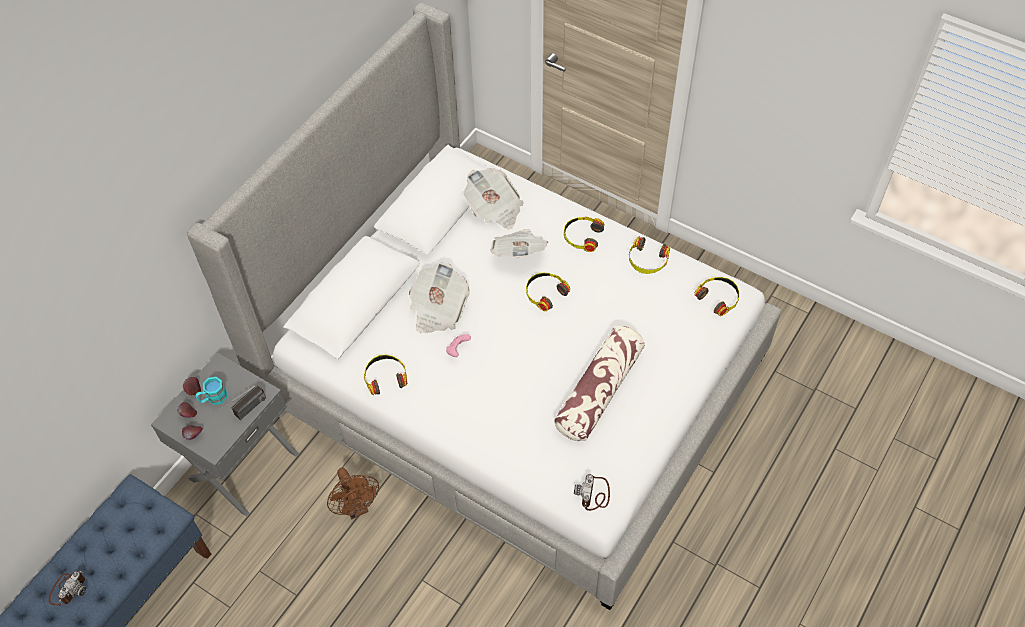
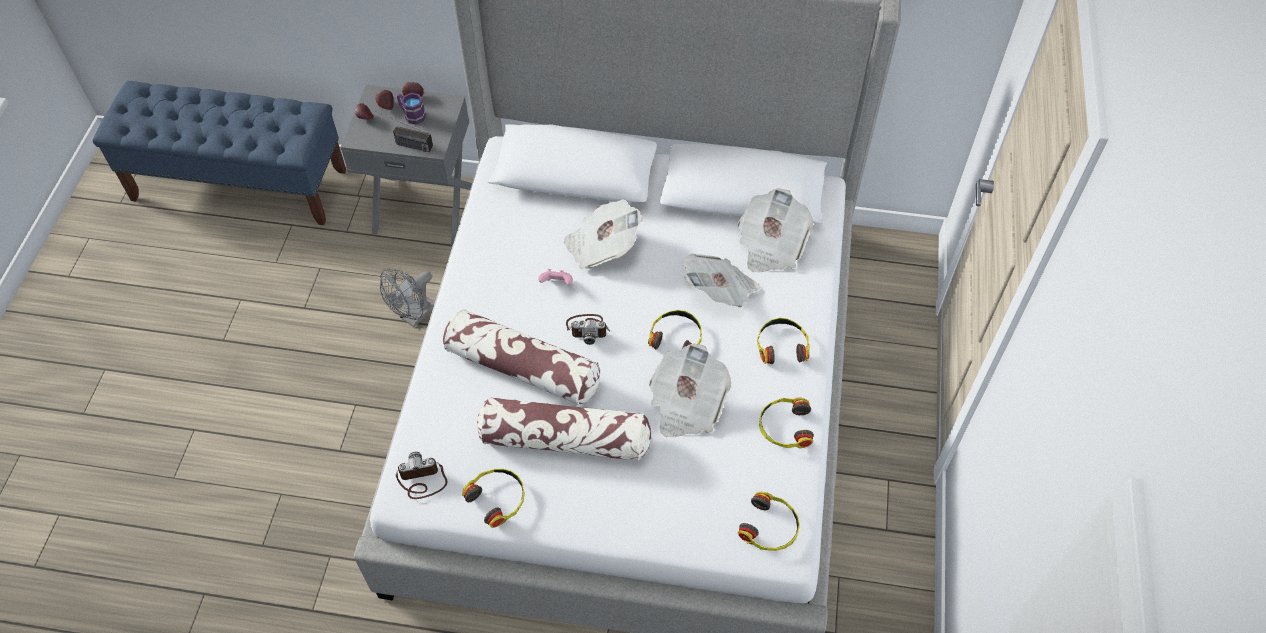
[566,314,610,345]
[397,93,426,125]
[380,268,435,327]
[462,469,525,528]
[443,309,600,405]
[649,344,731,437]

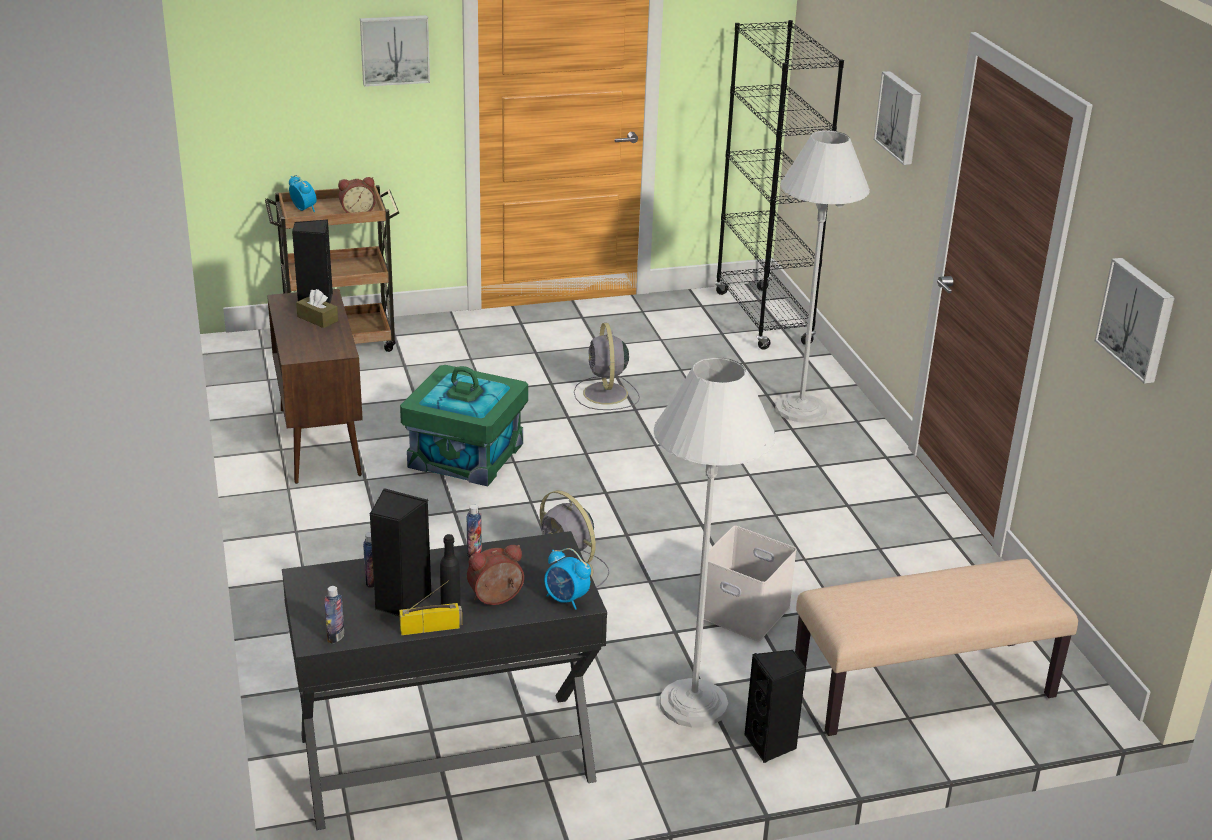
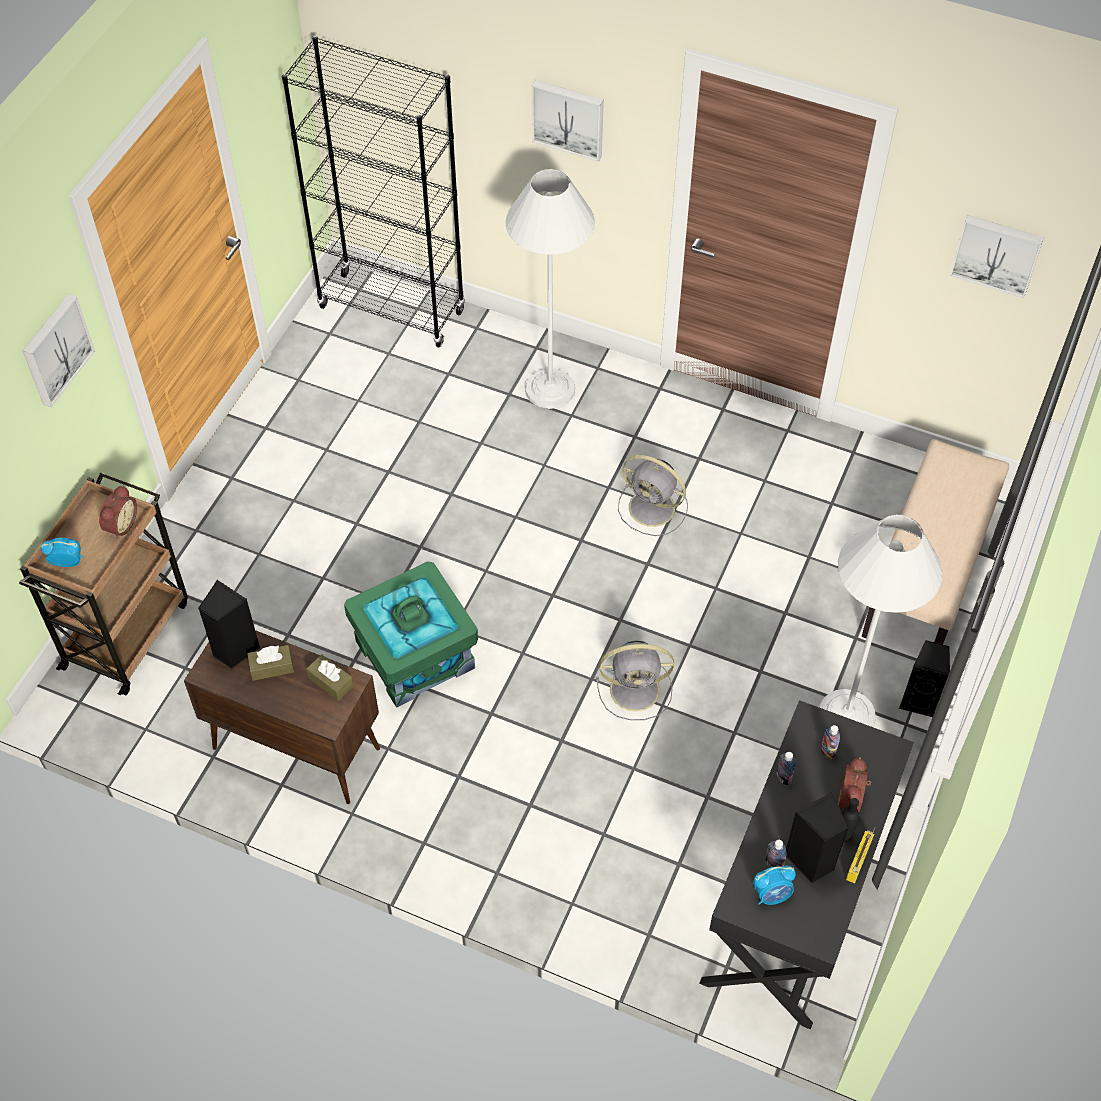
[821,725,840,759]
[753,865,796,905]
[618,455,688,536]
[701,526,797,641] (first image)
[306,654,354,701]

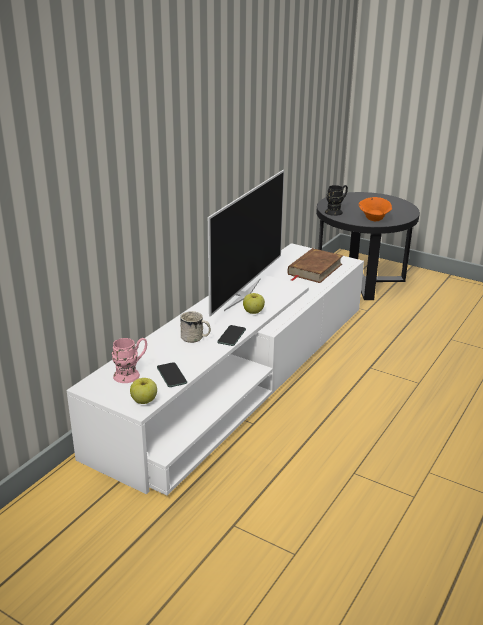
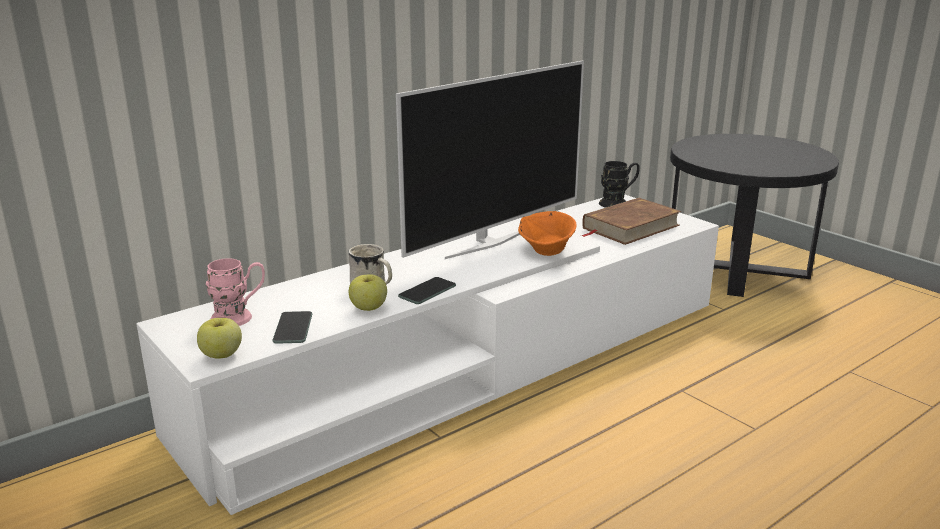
[349,274,387,311]
[599,161,640,208]
[518,211,577,256]

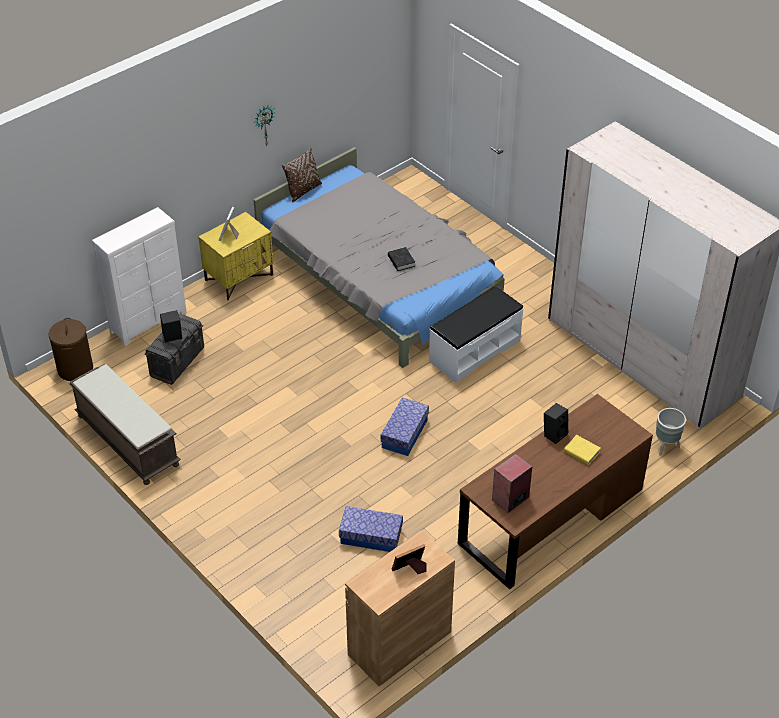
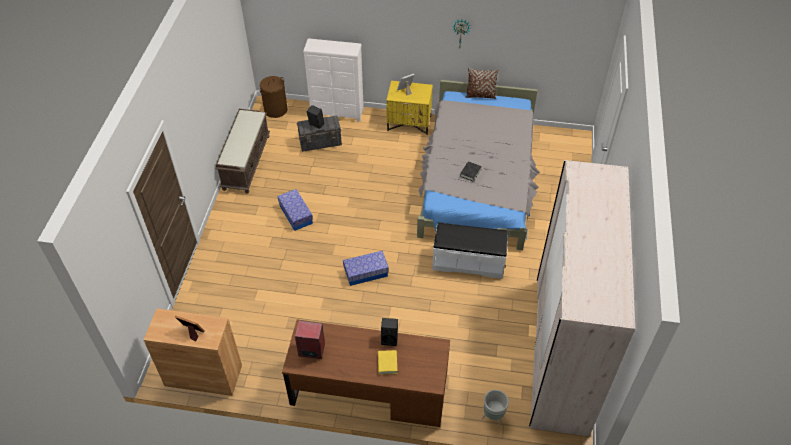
[277,189,313,231]

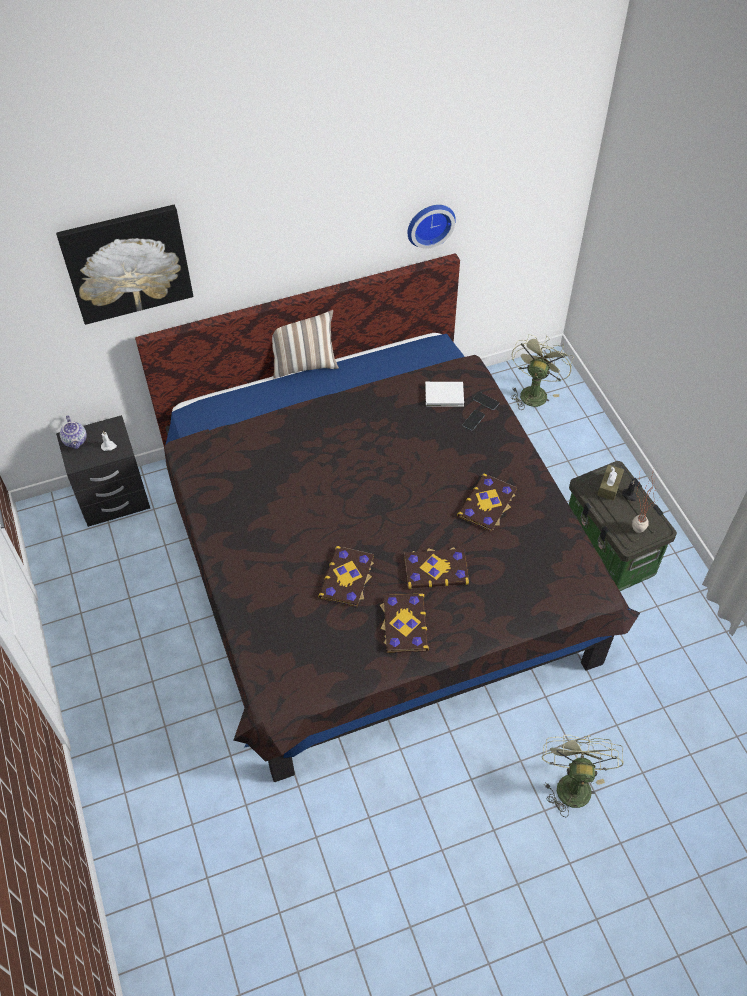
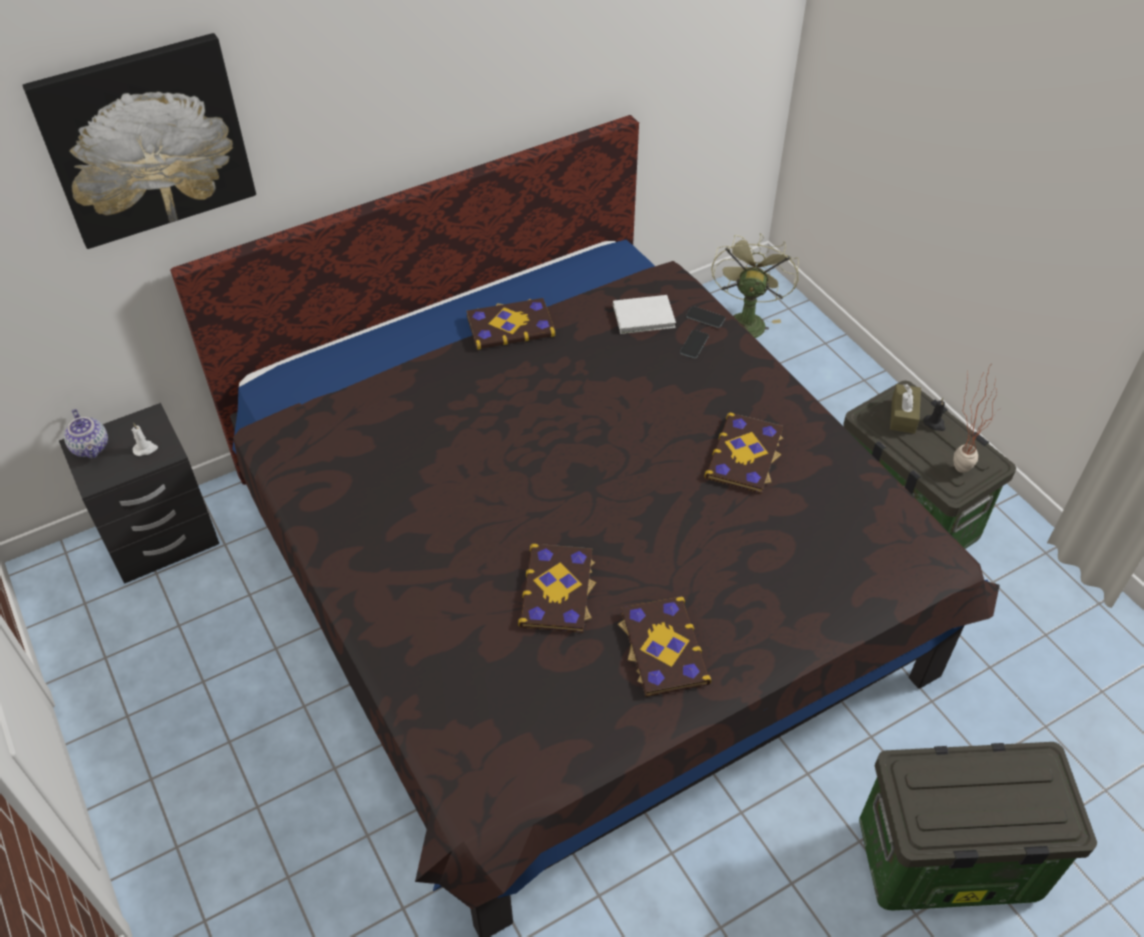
[272,310,339,379] (first image)
[466,298,555,350]
[407,205,456,249] (first image)
[859,742,1097,910]

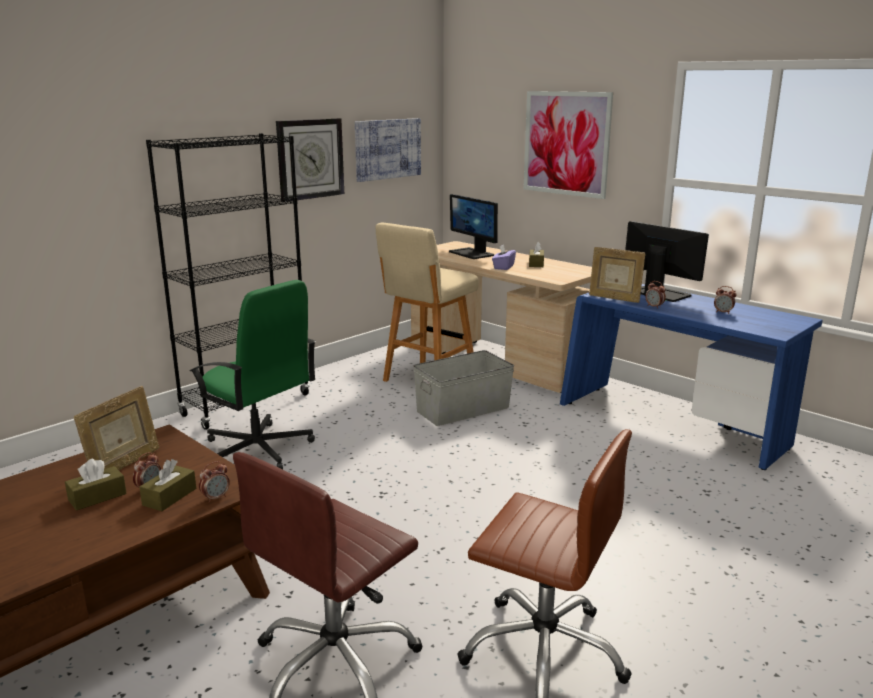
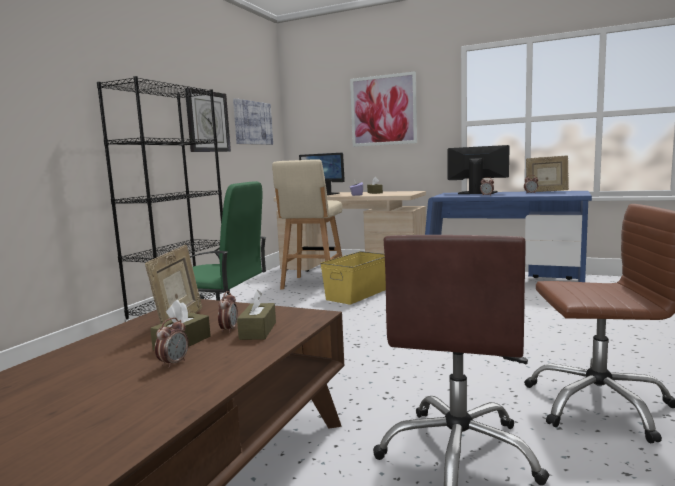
[155,318,189,368]
[320,251,386,305]
[526,156,569,192]

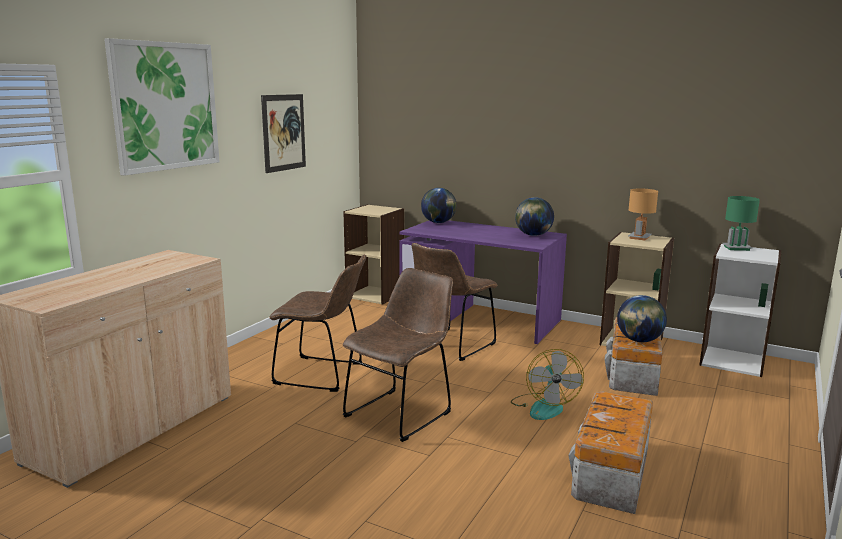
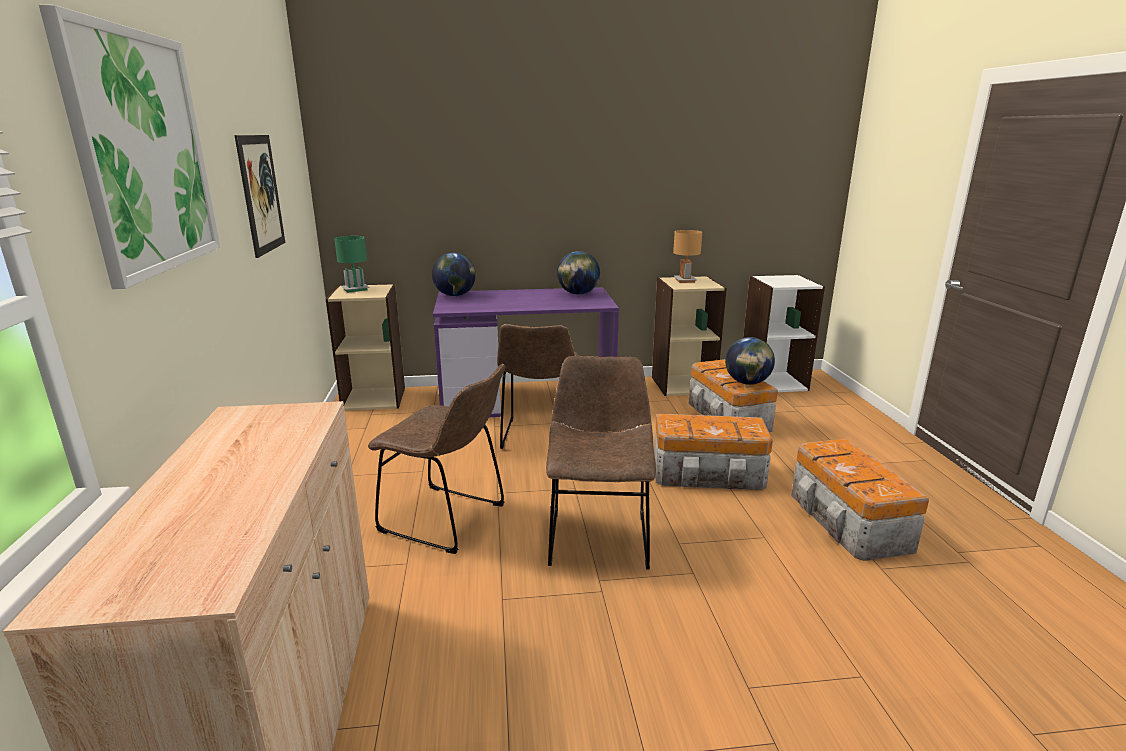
[368,364,505,554]
[654,414,773,490]
[334,236,369,292]

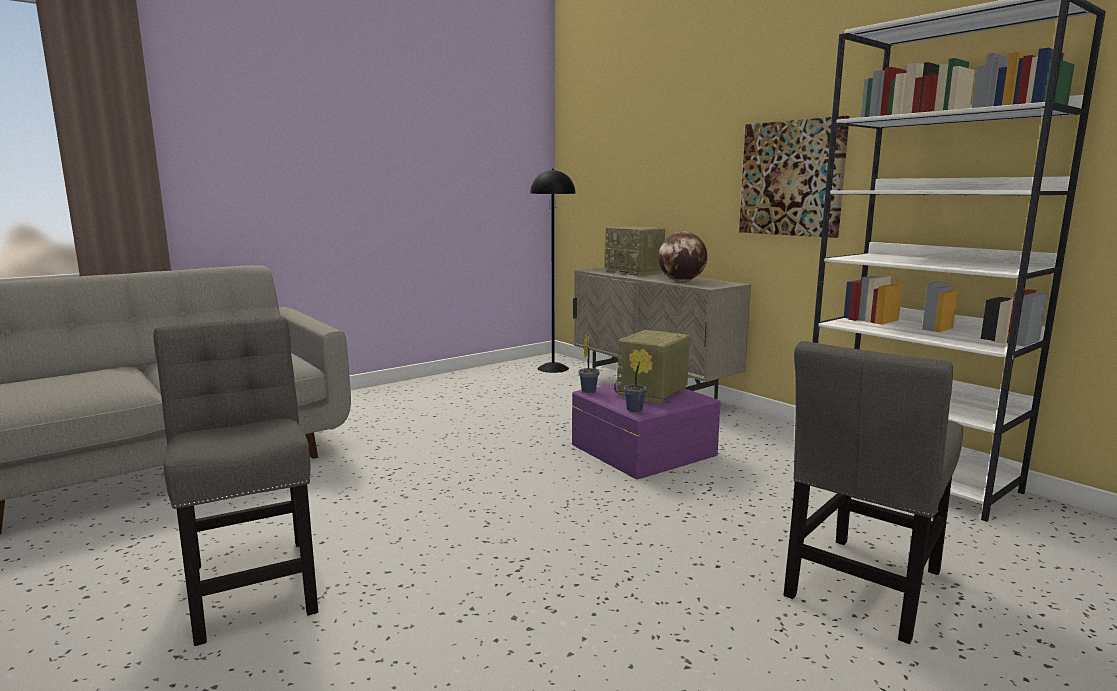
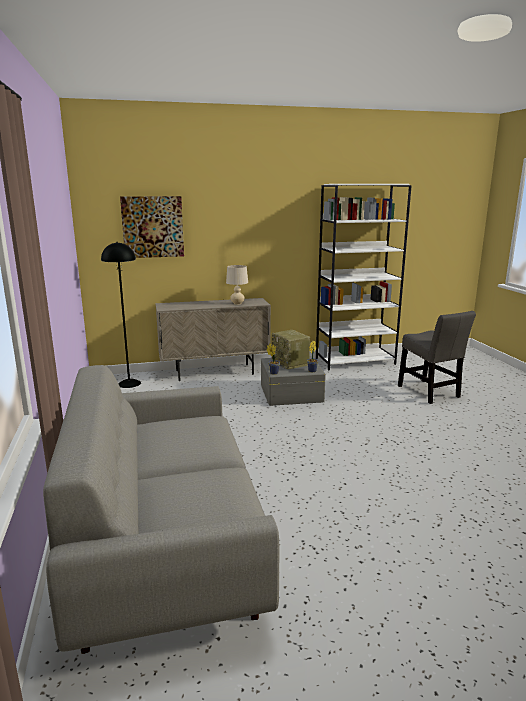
[153,318,318,646] (first image)
[261,356,326,406]
[605,226,665,276] (first image)
[226,265,248,305]
[120,196,184,258]

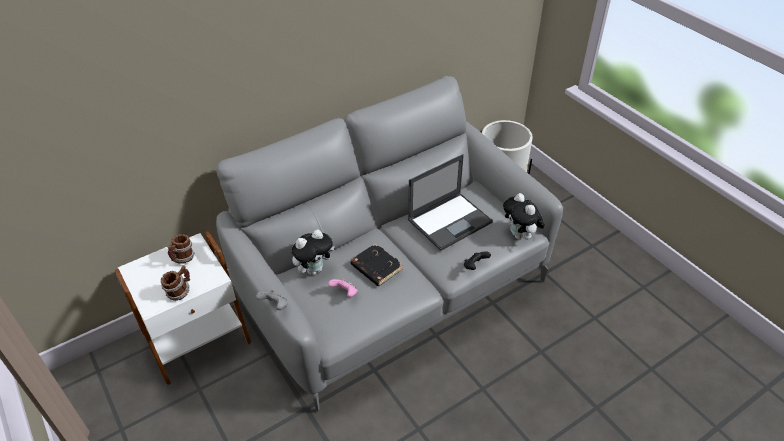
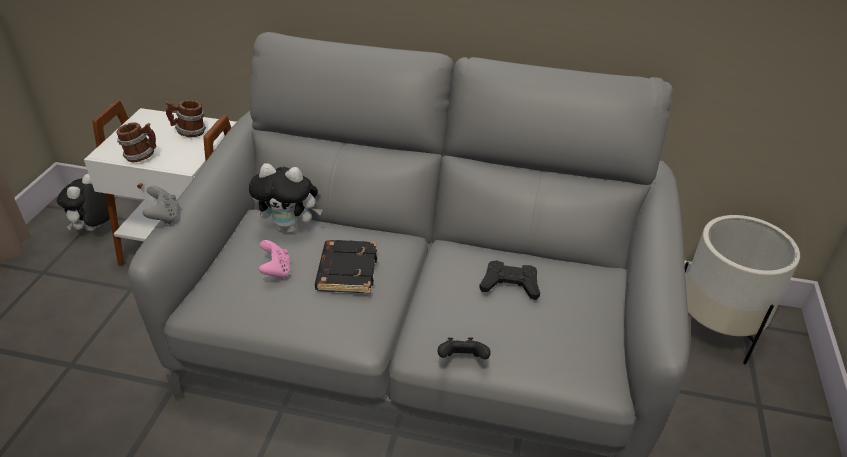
[479,260,540,300]
[57,174,110,231]

